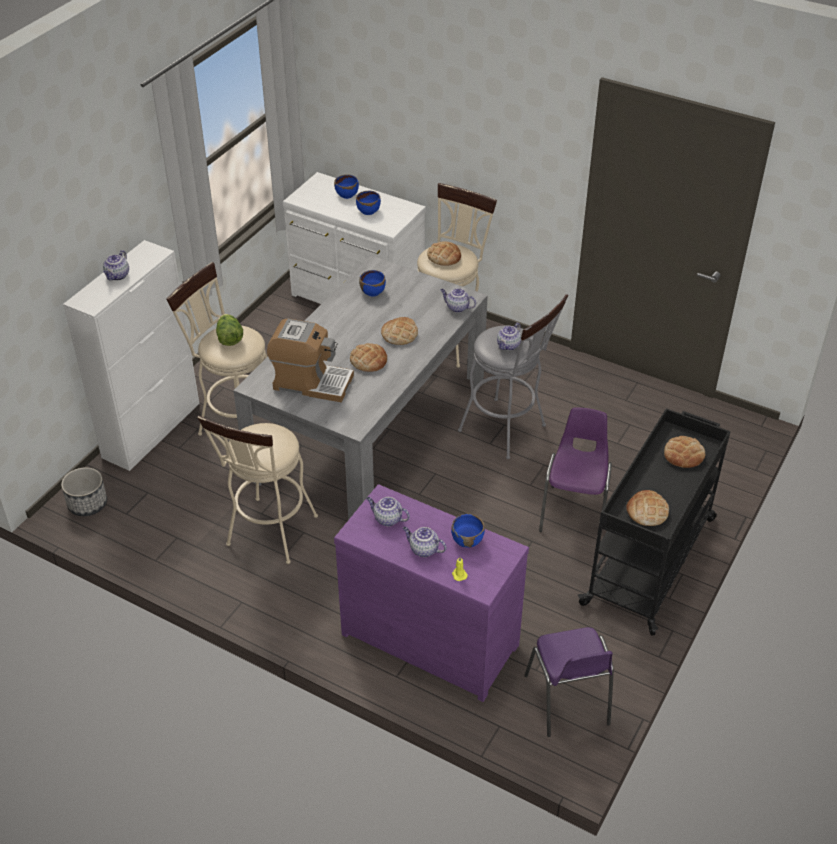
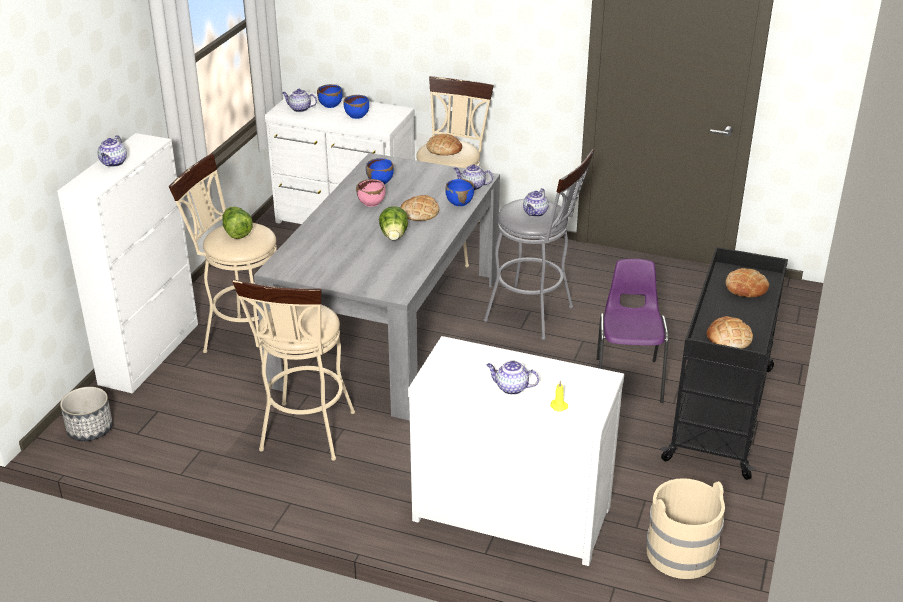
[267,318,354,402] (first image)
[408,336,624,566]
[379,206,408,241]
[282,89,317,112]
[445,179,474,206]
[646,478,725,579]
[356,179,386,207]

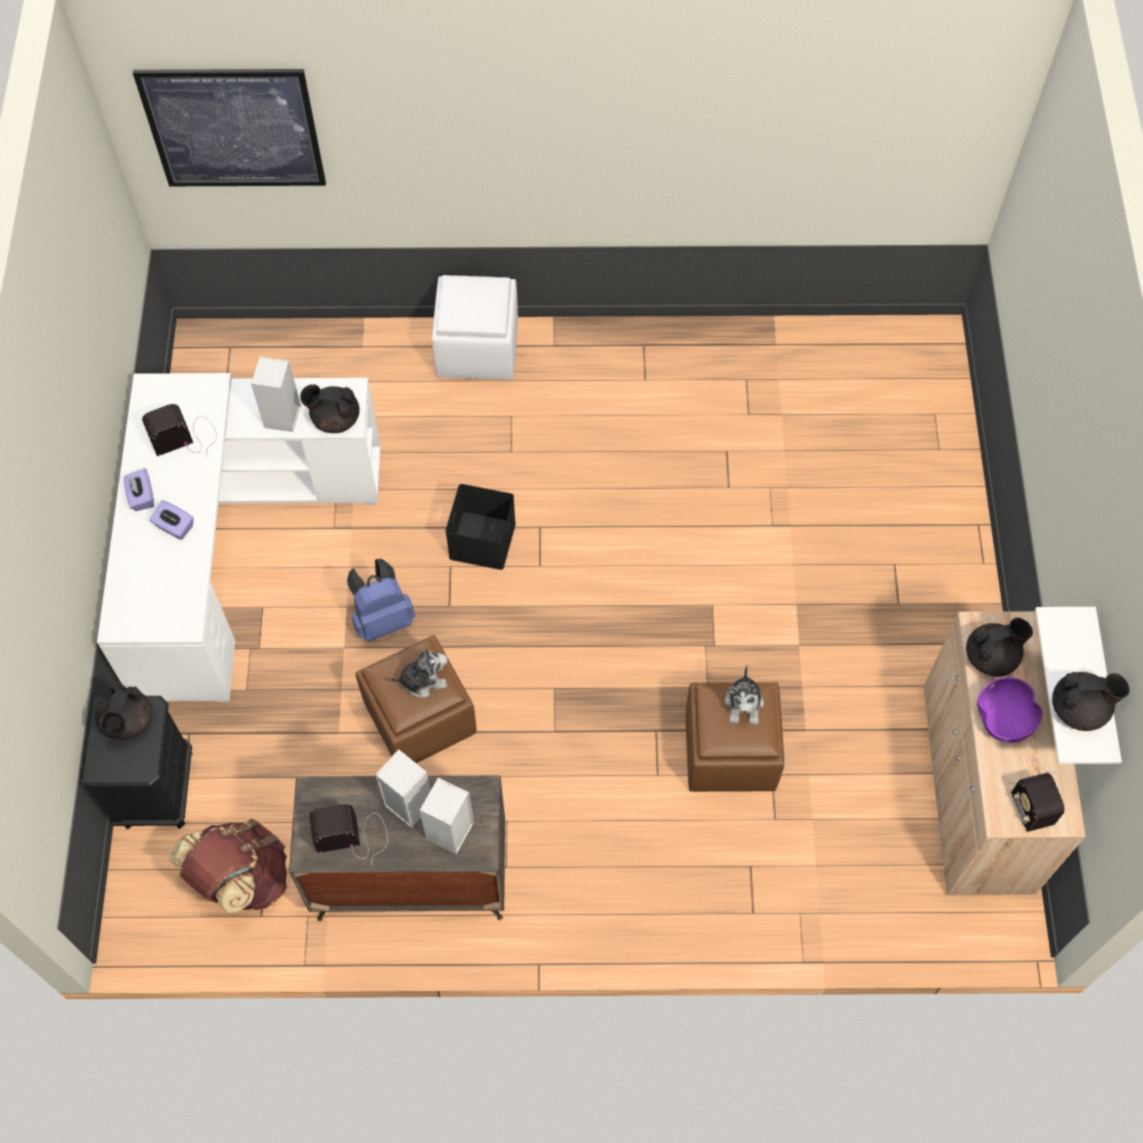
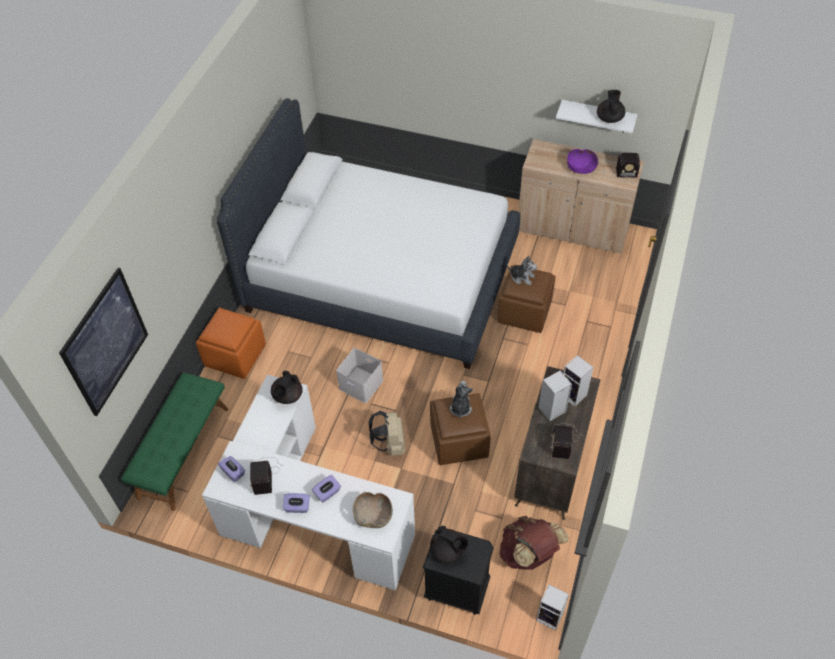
[536,585,569,631]
[369,411,405,456]
[196,308,266,379]
[336,348,383,403]
[966,618,1033,677] (first image)
[121,372,228,511]
[217,98,520,369]
[218,456,245,482]
[353,492,393,528]

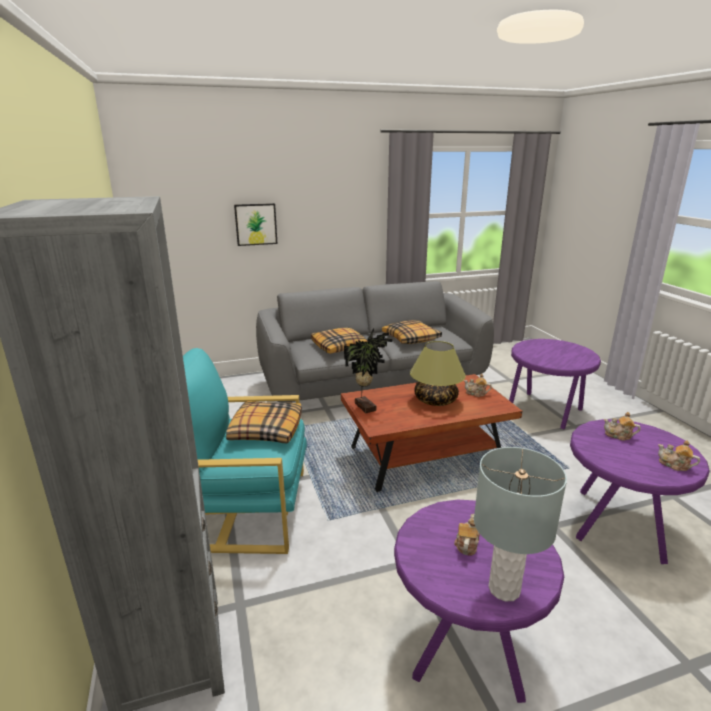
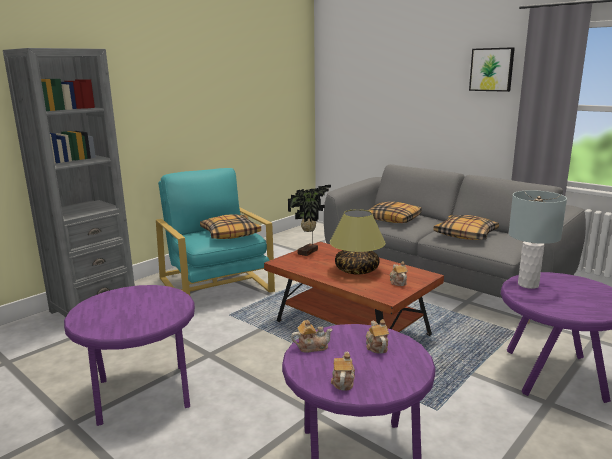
[469,47,515,92]
[291,320,333,353]
[508,190,567,289]

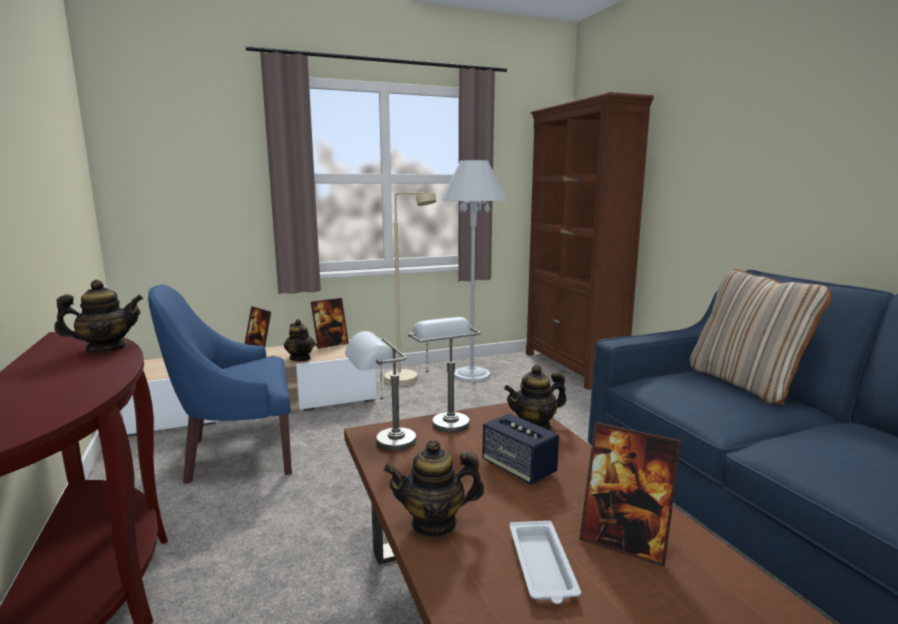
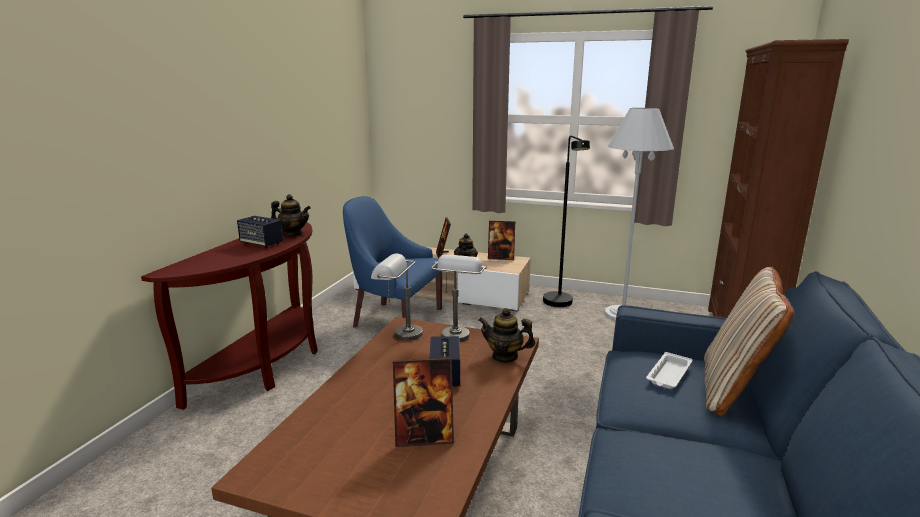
[383,440,484,538] (first image)
[543,136,590,307]
[646,352,692,389]
[393,358,454,447]
[237,216,283,248]

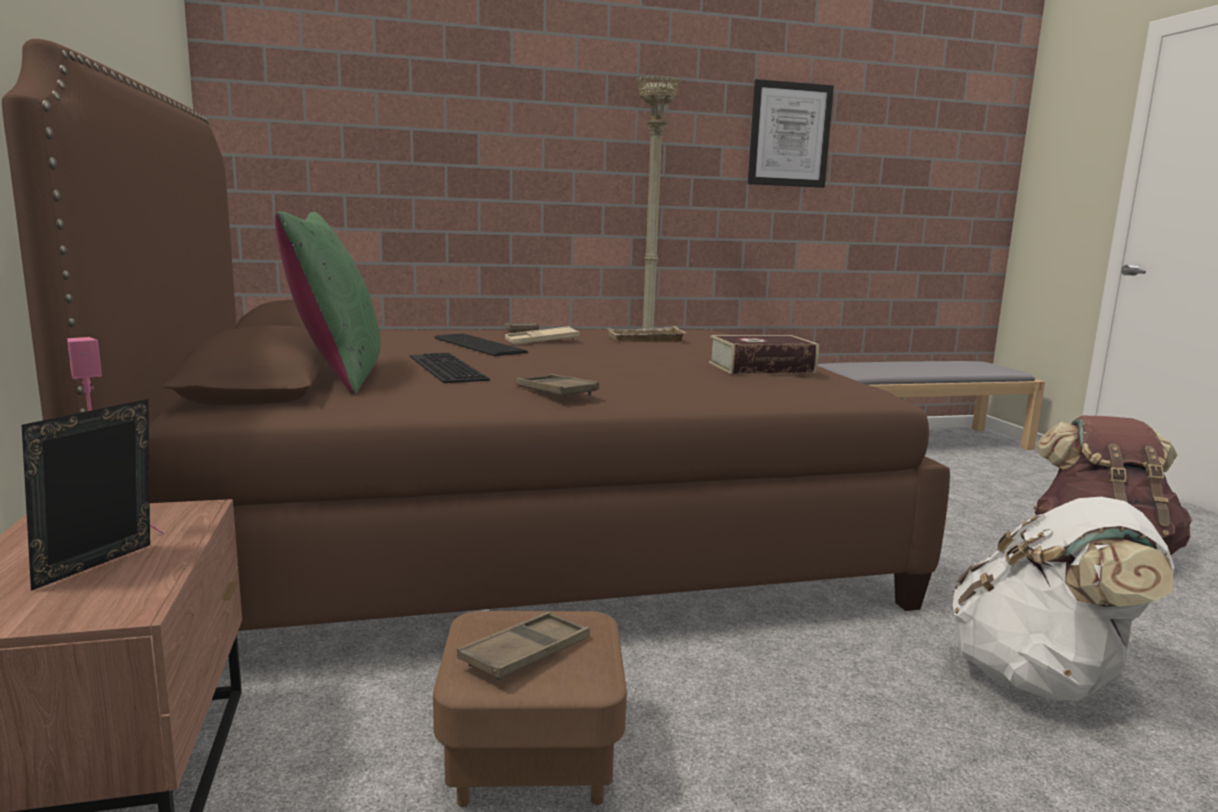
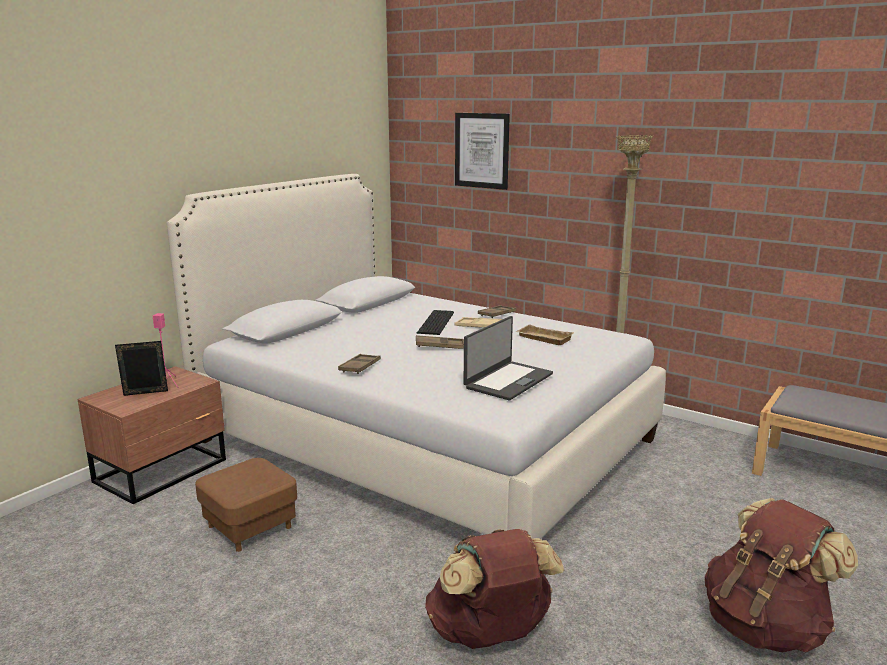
[167,174,666,539]
[275,211,381,394] (first image)
[410,353,490,383] (first image)
[416,335,464,349]
[464,316,553,400]
[455,113,510,190]
[425,529,564,649]

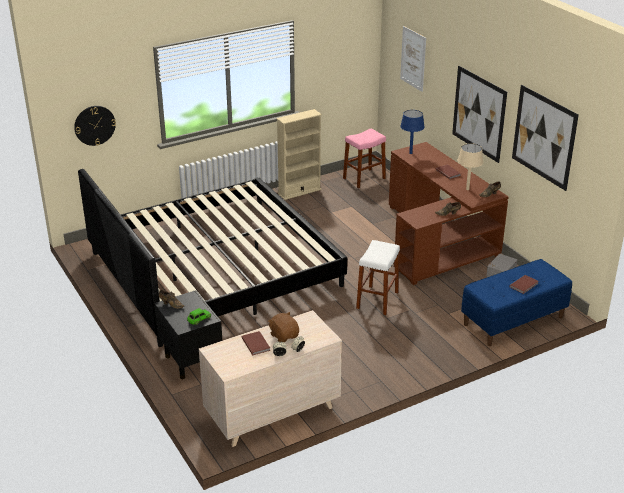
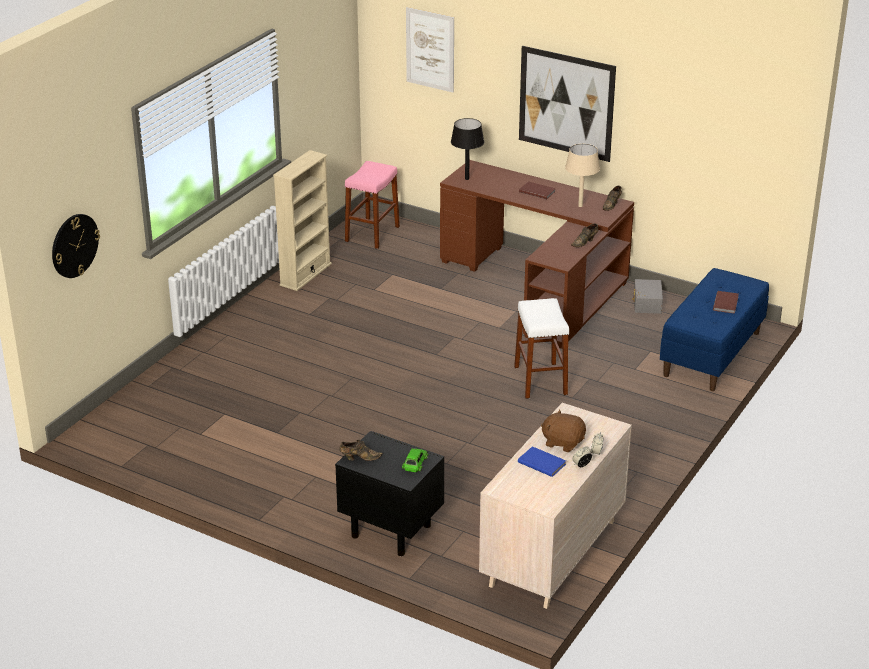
[78,169,347,347] (first image)
[518,446,566,477]
[451,118,484,180]
[512,85,579,191] (first image)

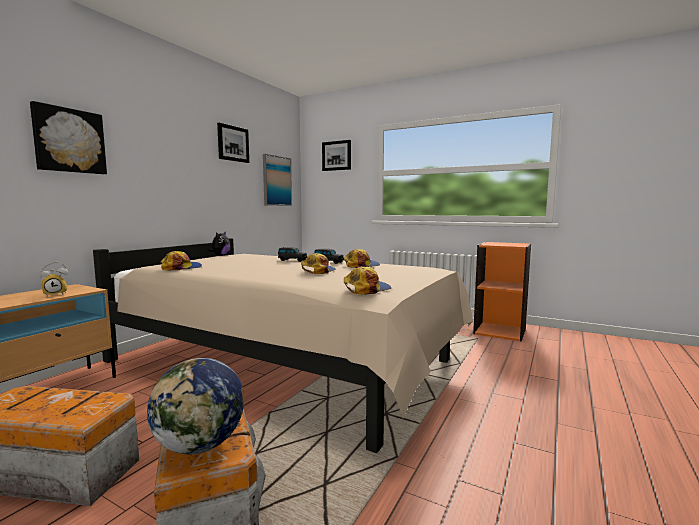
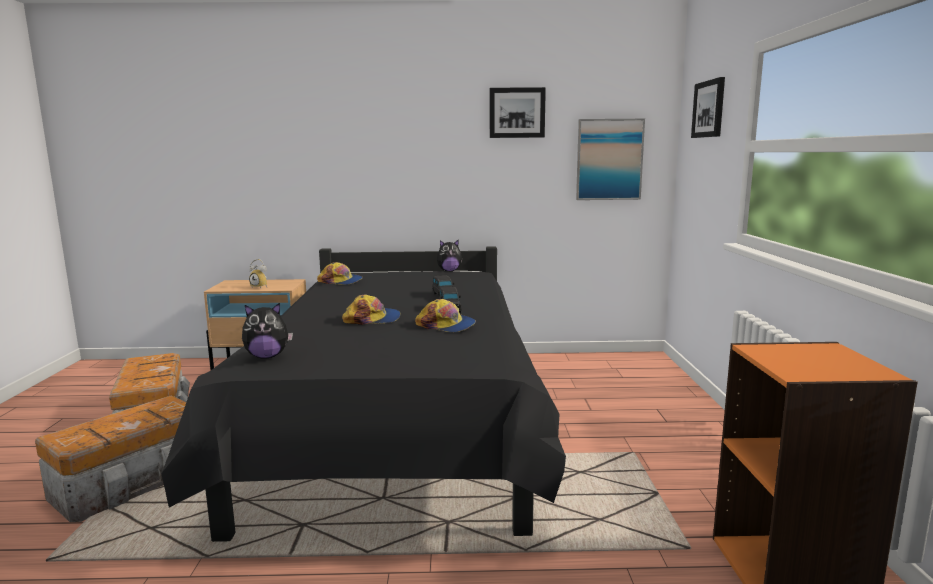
[30,101,107,174] (first image)
[161,247,566,542]
[147,358,244,455] (first image)
[242,303,293,359]

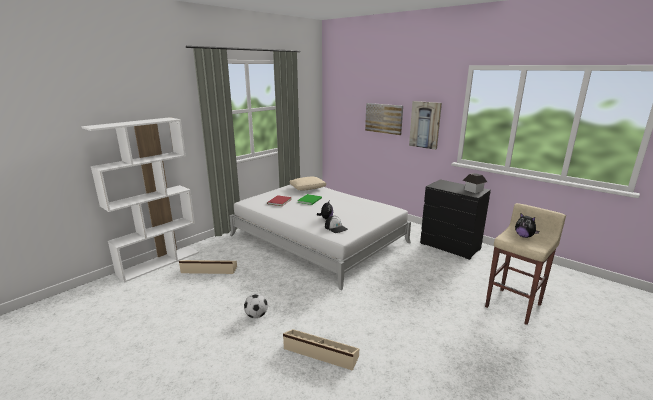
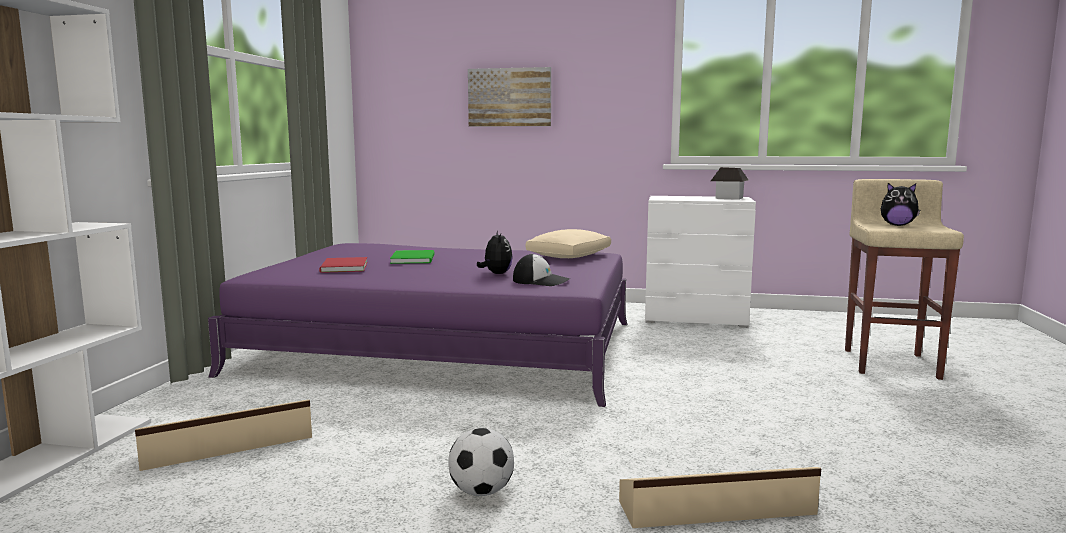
[208,243,627,407]
[526,229,611,258]
[409,101,442,150] (first image)
[645,196,756,328]

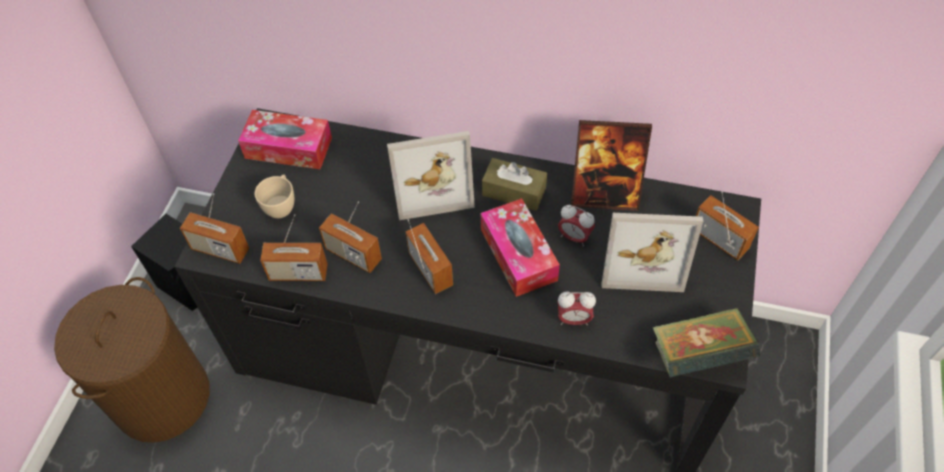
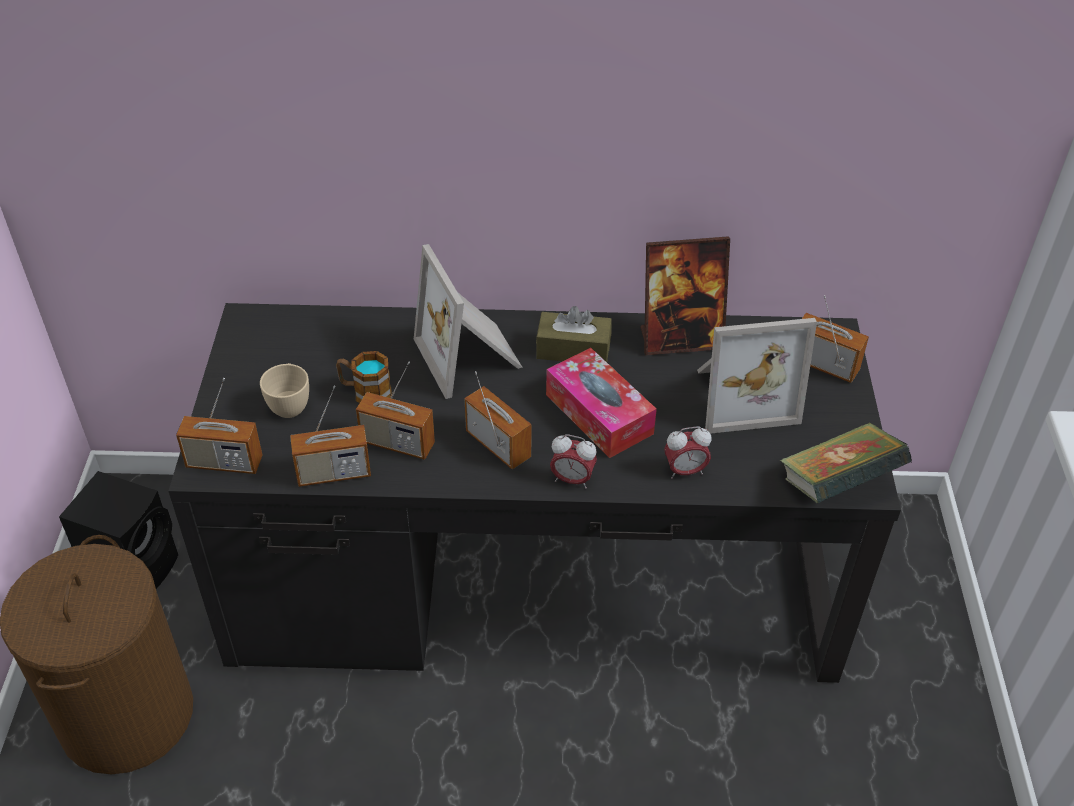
[238,110,332,169] (first image)
[414,244,523,399]
[550,434,597,489]
[336,351,392,403]

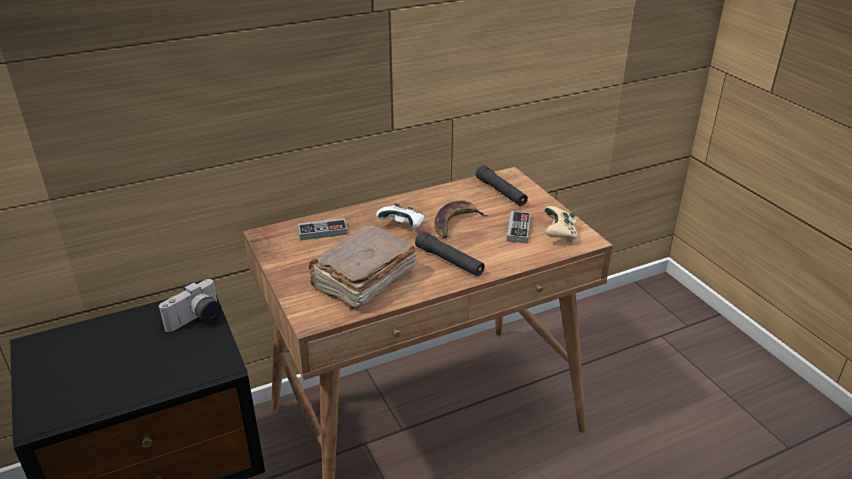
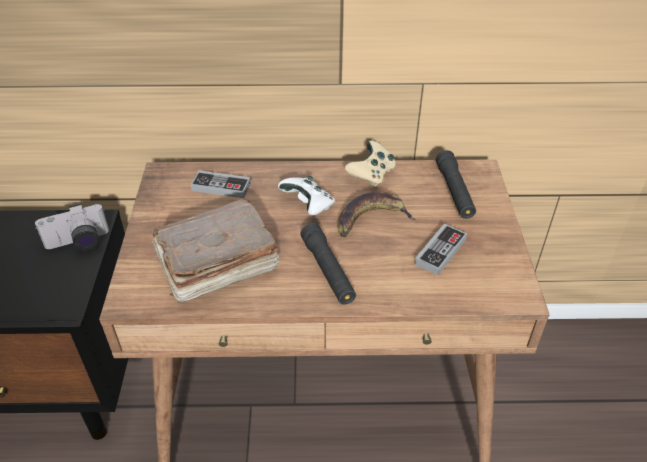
[345,141,396,187]

